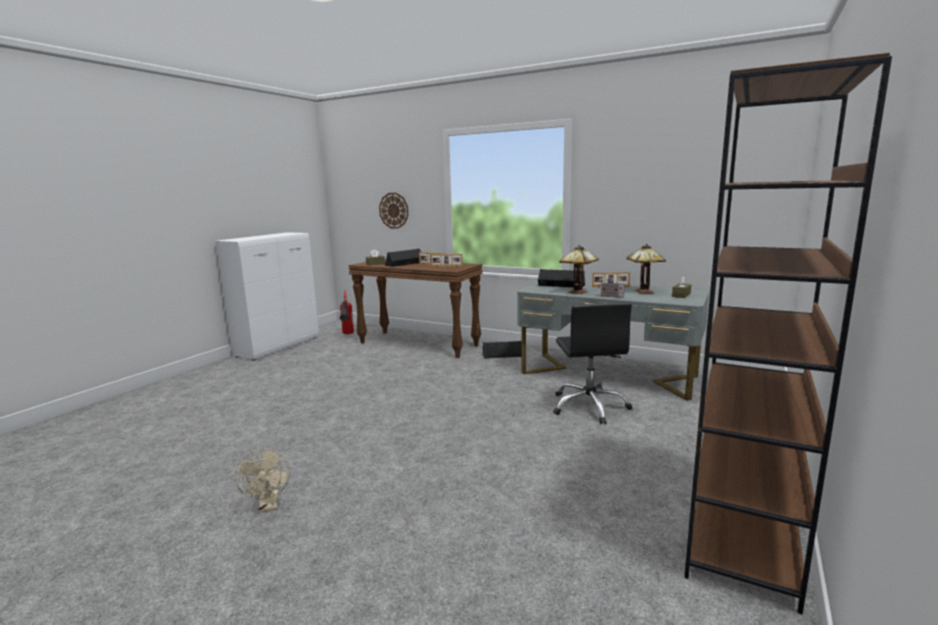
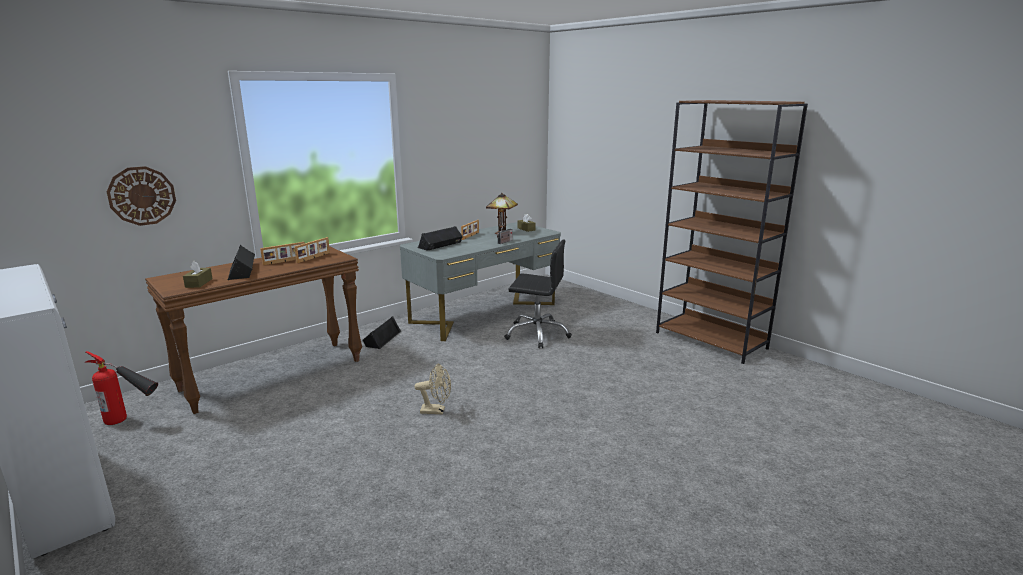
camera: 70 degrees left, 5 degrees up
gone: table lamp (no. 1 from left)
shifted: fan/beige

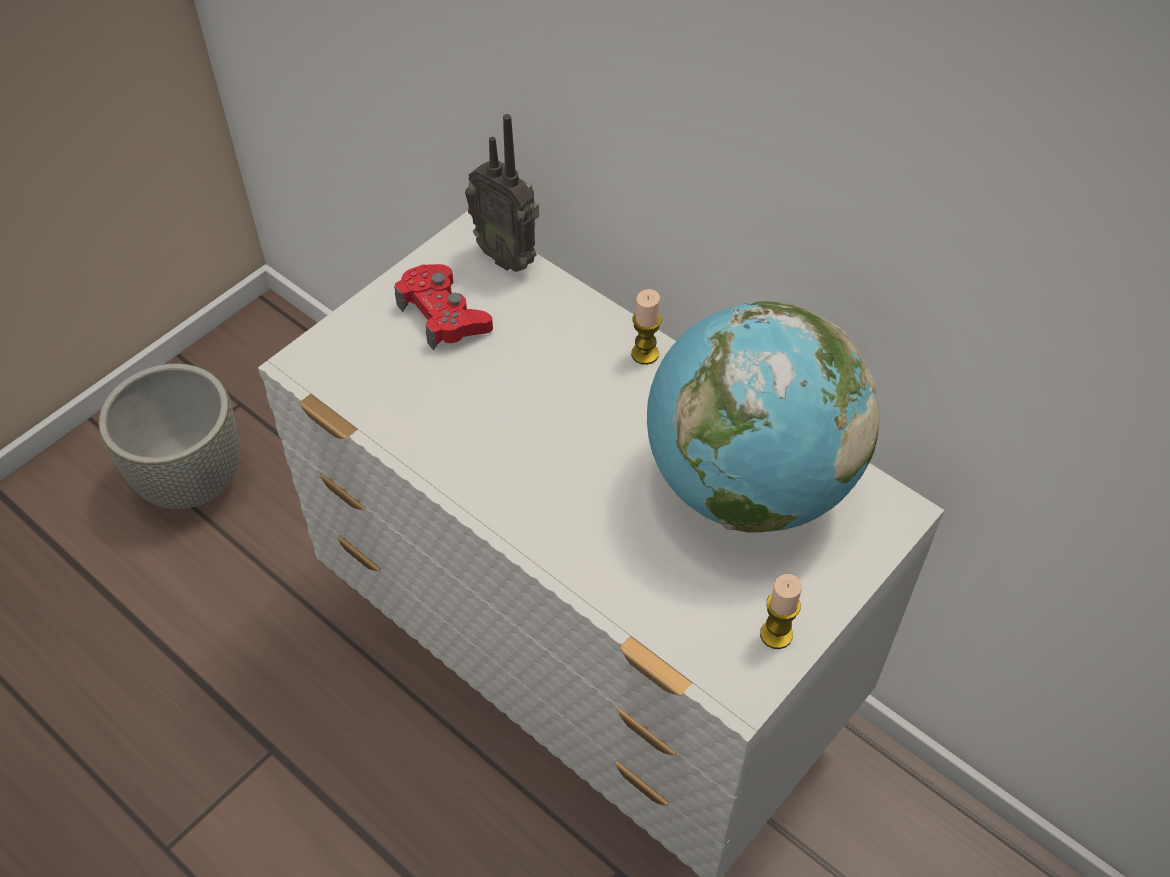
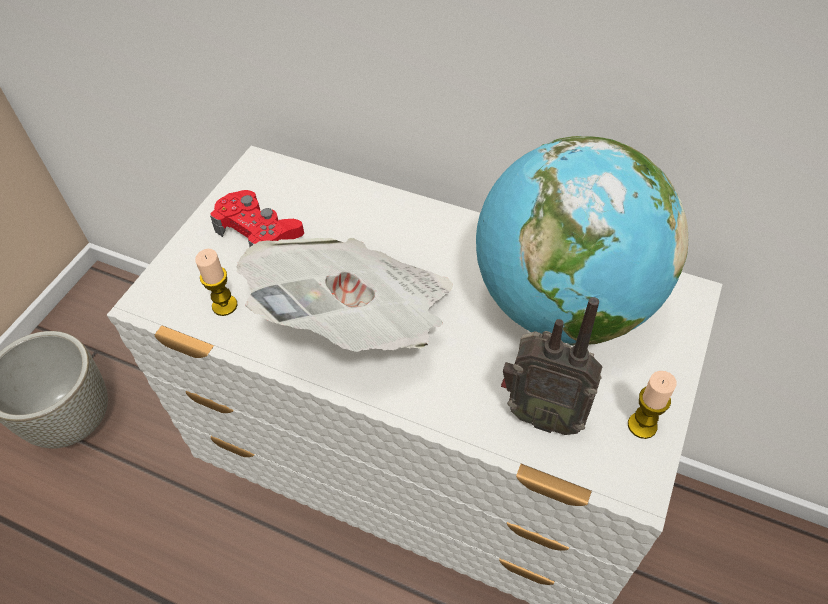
camera: 15 degrees left, 0 degrees up
new: newspaper
shifted: radio; candle (no. 1 from left)

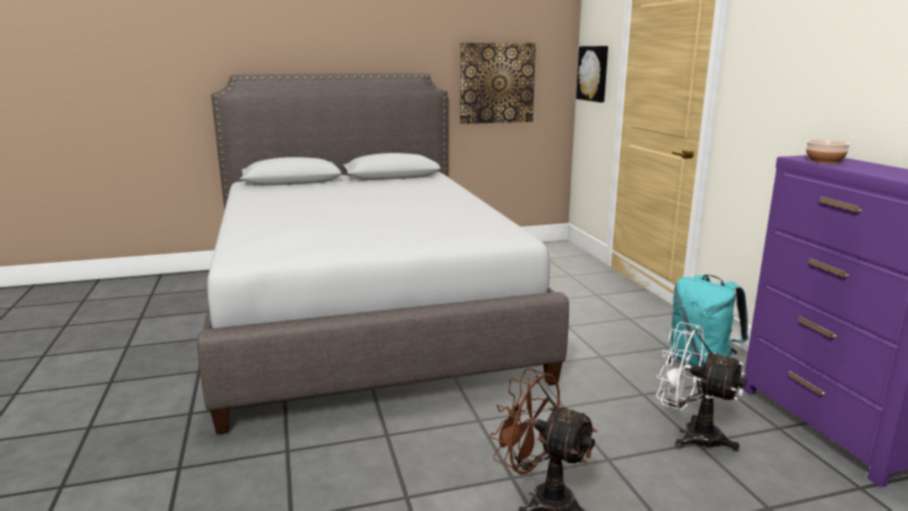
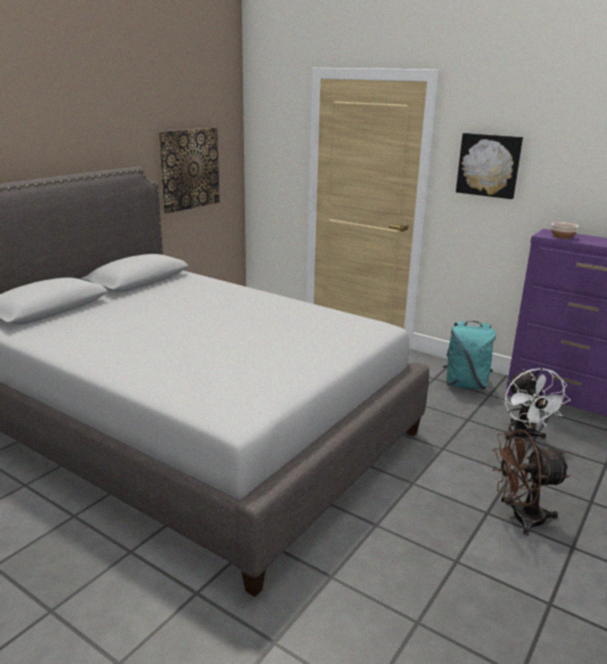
camera: 40 degrees left, 5 degrees up
shifted: picture (no. 2 from left)
rotated: fan/white 90 degrees counterclockwise

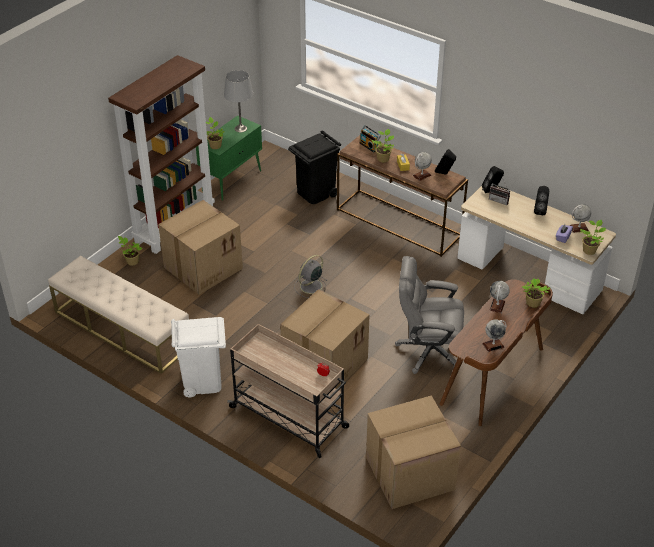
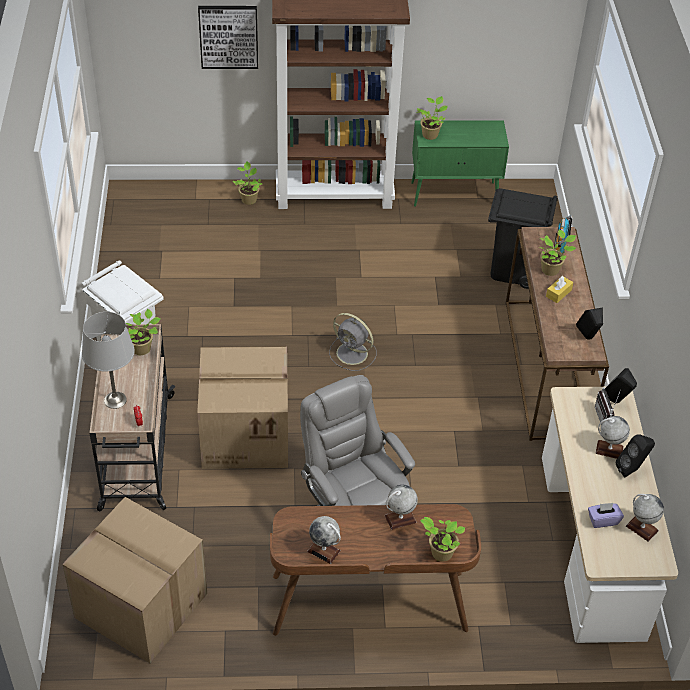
camera: 50 degrees right, 5 degrees up
gone: cardboard box (no. 1 from left); bench/beige
new: picture
shifted: table lamp/grey; globe (no. 1 from left in the first image) to globe (no. 3 from left); potted plant (no. 5 from left in the first image) to potted plant (no. 1 from left)
rotated: fan/grey 150 degrees counterclockwise

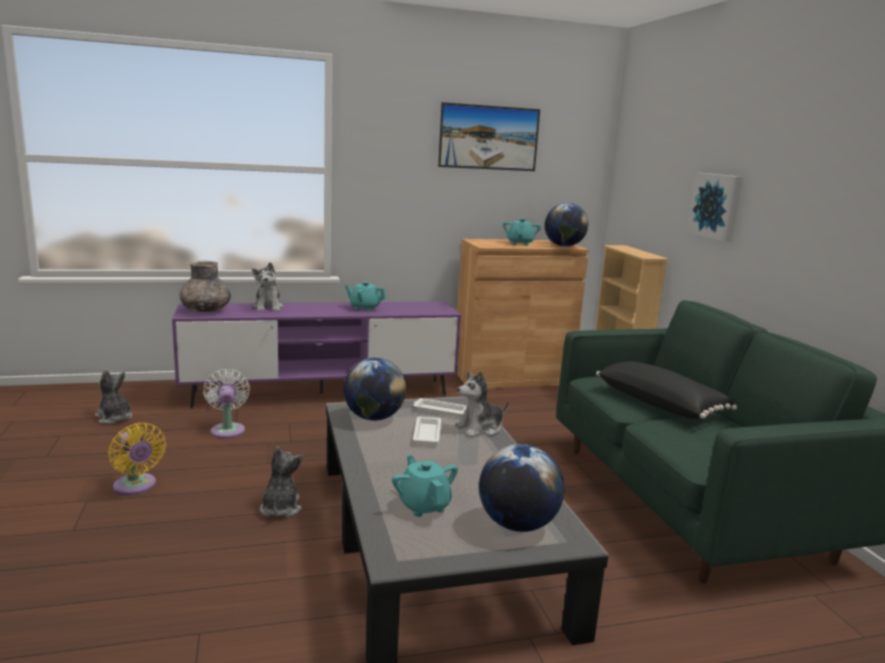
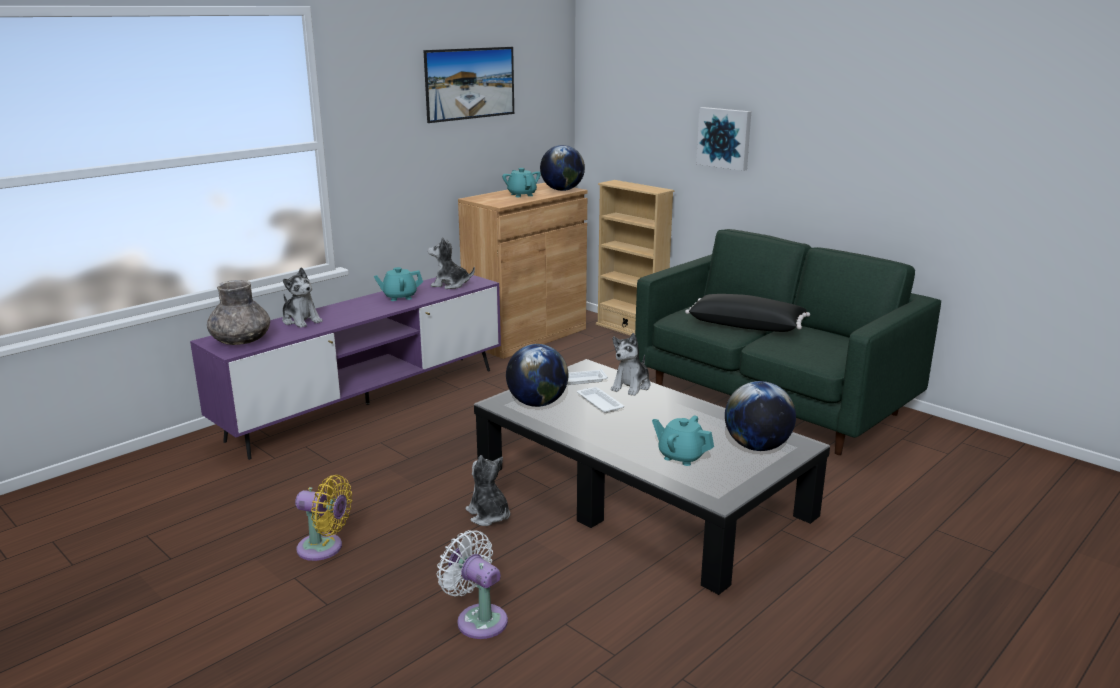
camera: 30 degrees left, 5 degrees up
shifted: plush toy (no. 1 from left in the first image) to plush toy (no. 2 from left); fan/white

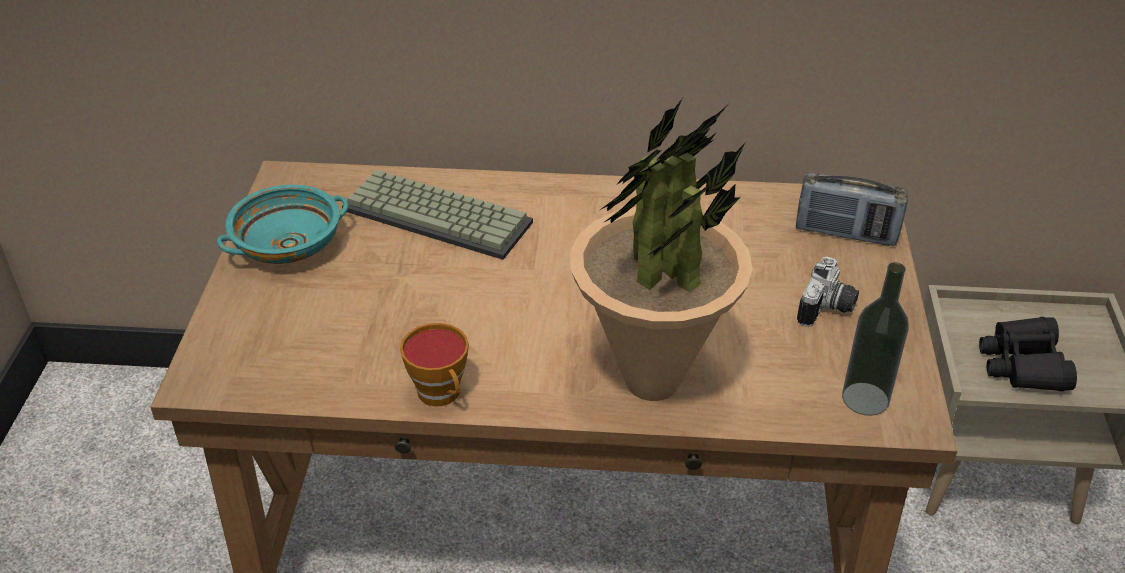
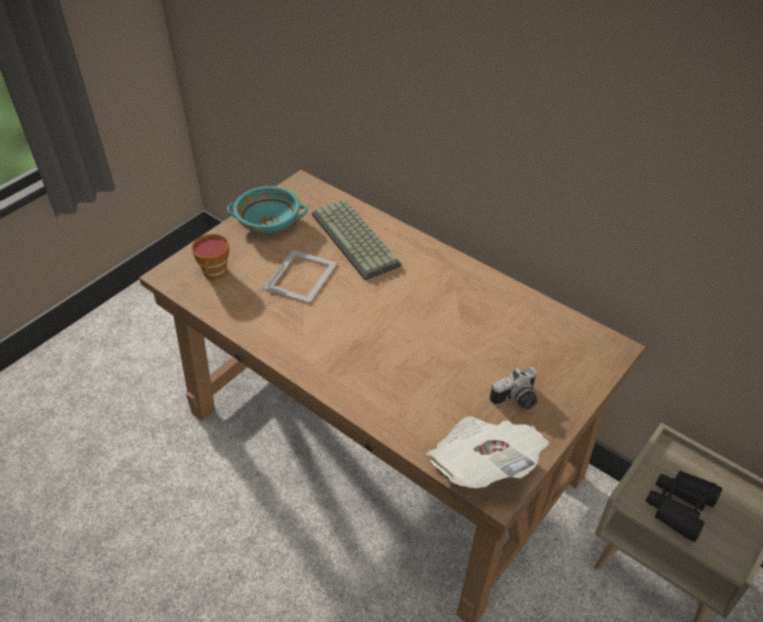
camera: 35 degrees right, 5 degrees up
gone: potted plant; radio
new: picture frame
shifted: cup
swapped: bottle to newspaper

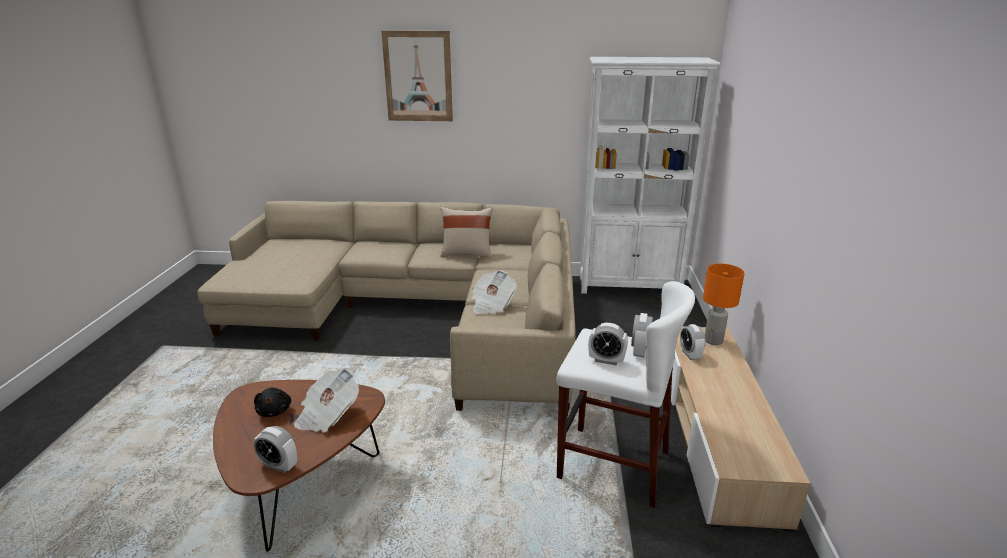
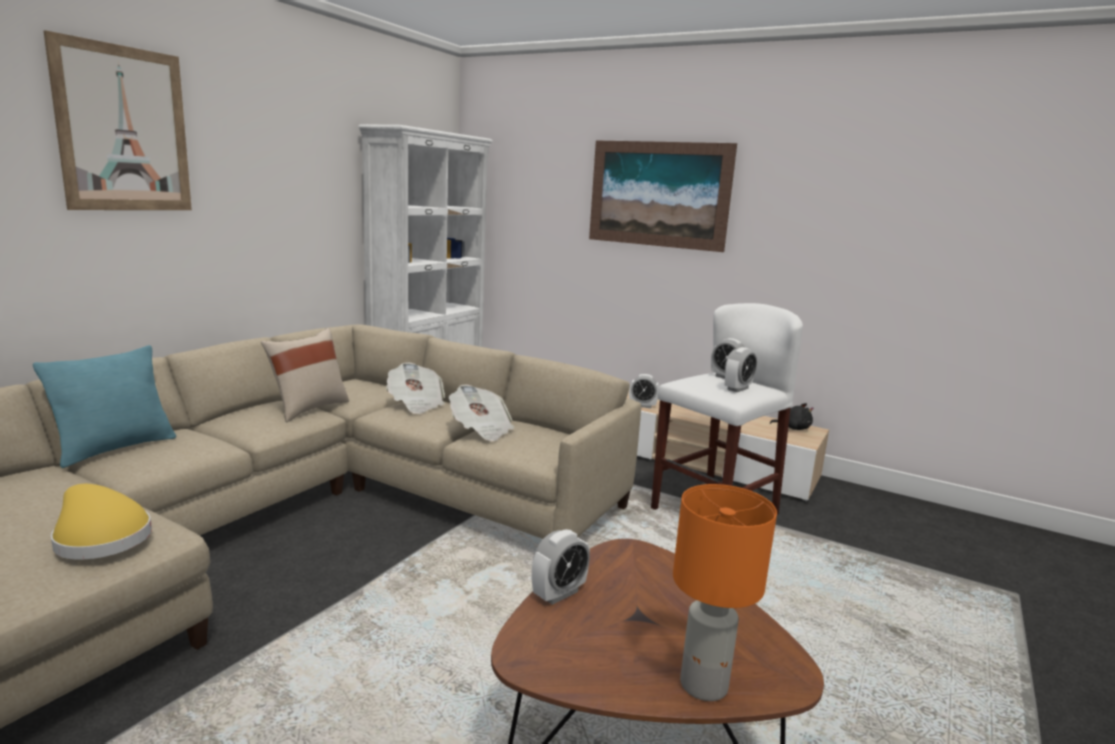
camera: 65 degrees left, 10 degrees down
new: picture (no. 2 from left); pillow/turquoise; hat/yellow
shifted: table lamp/orange; newspaper (no. 1 from left); plush toy/black; alarm clock (no. 1 from left)

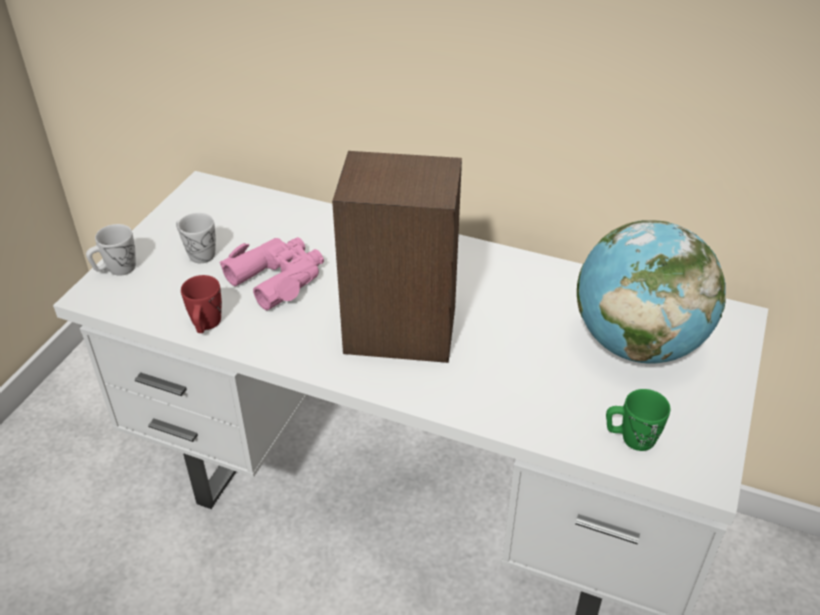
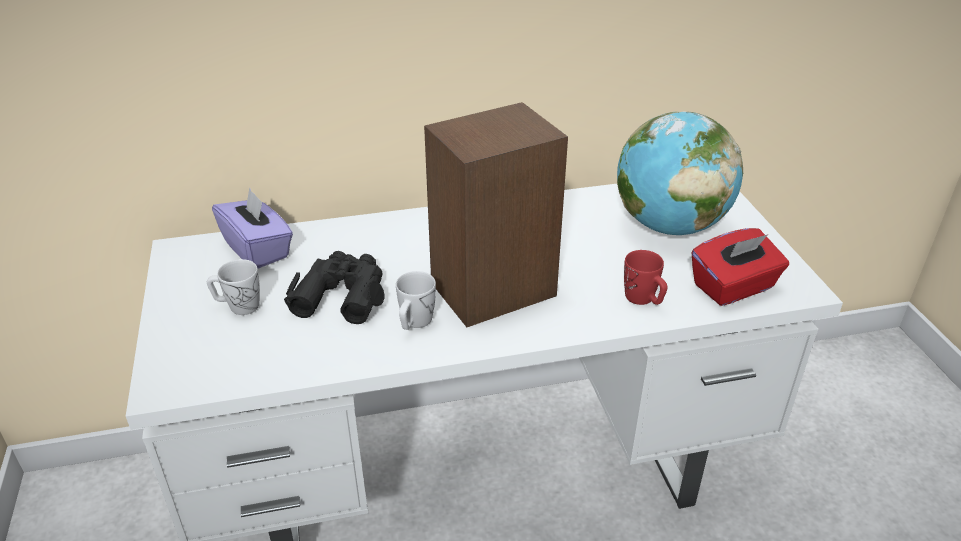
camera: 35 degrees left, 5 degrees down
new: tissue box/purple
shifted: mug/white (no. 1 from left in the first image) to mug/white (no. 2 from left); mug/red
swapped: mug/green to tissue box/red
repainted: binoculars/pink to binoculars/black

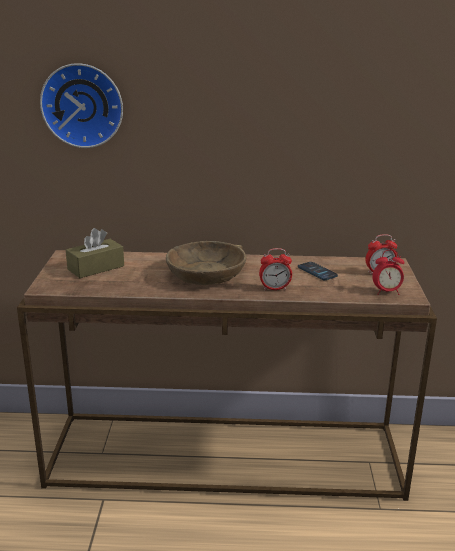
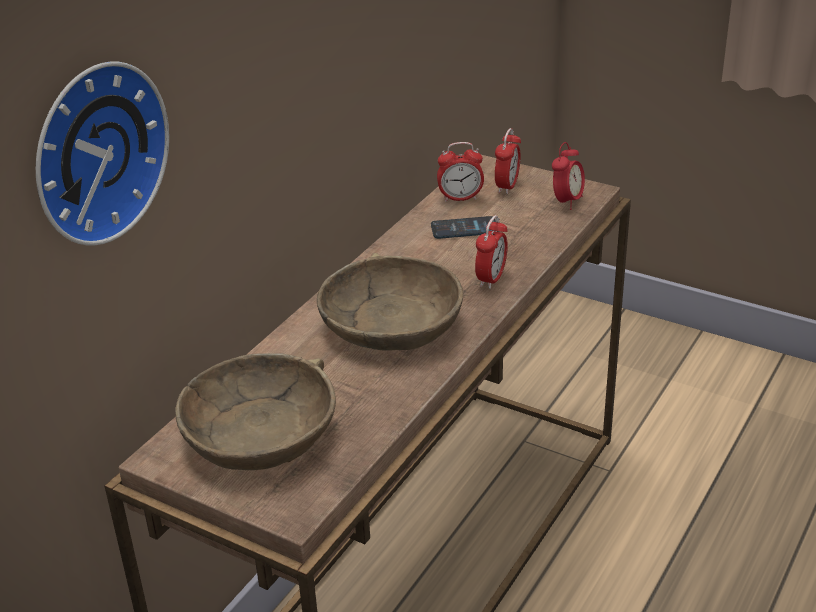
camera: 60 degrees left, 10 degrees up
new: alarm clock (no. 1 from left)
swapped: tissue box/brown to bowl/brown (no. 1 from left)

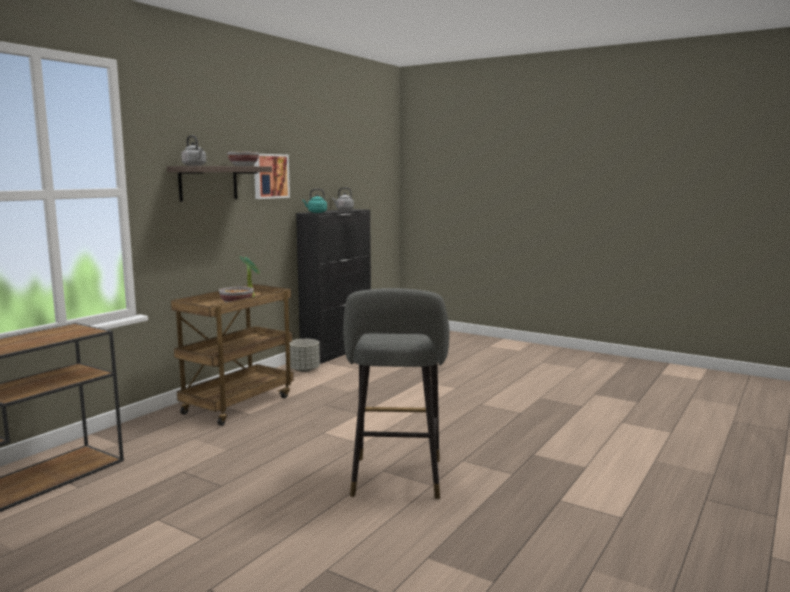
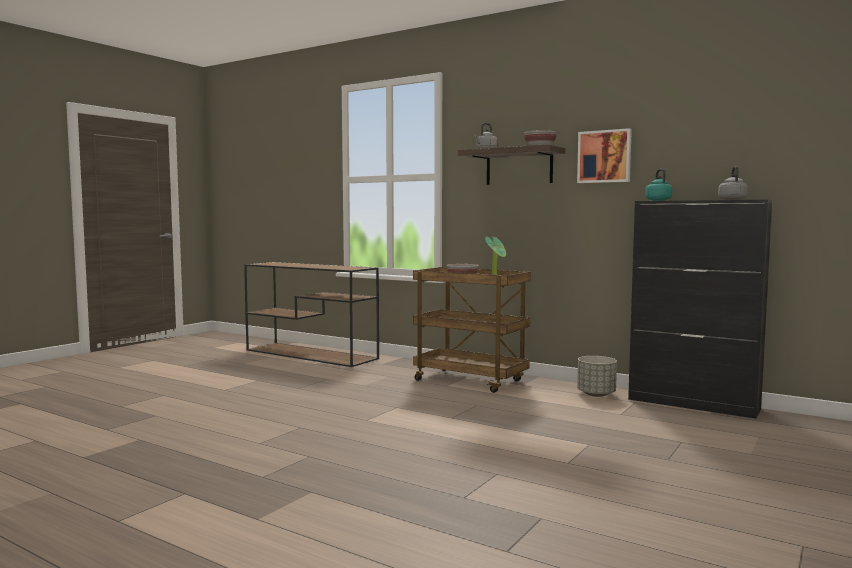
camera: 90 degrees right, 5 degrees down
gone: stool/grey

